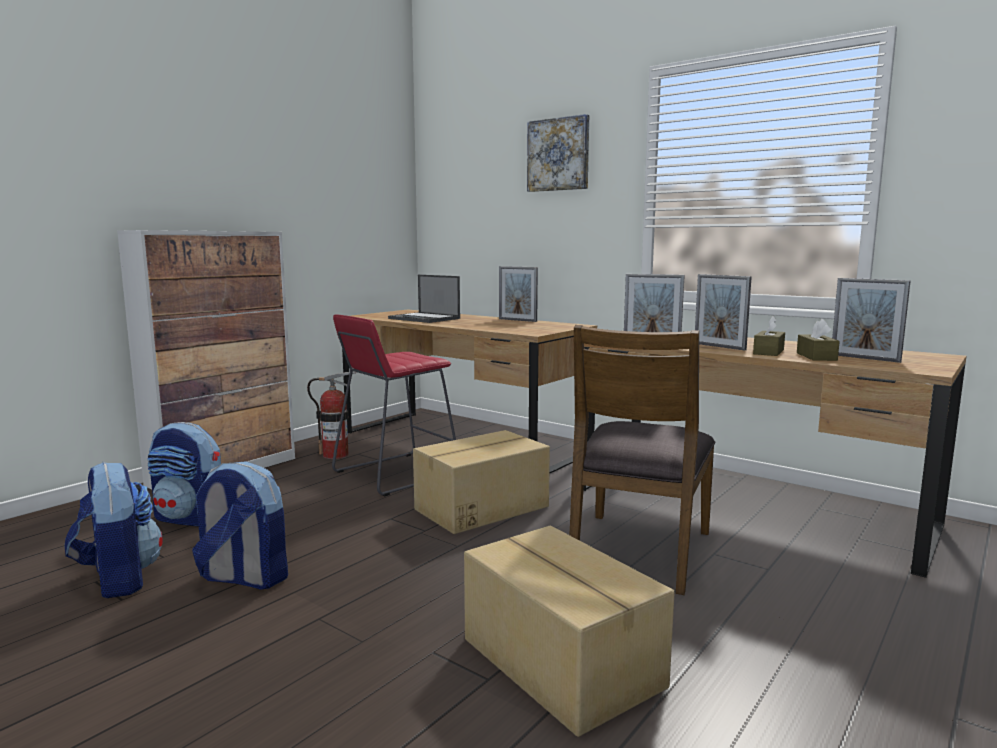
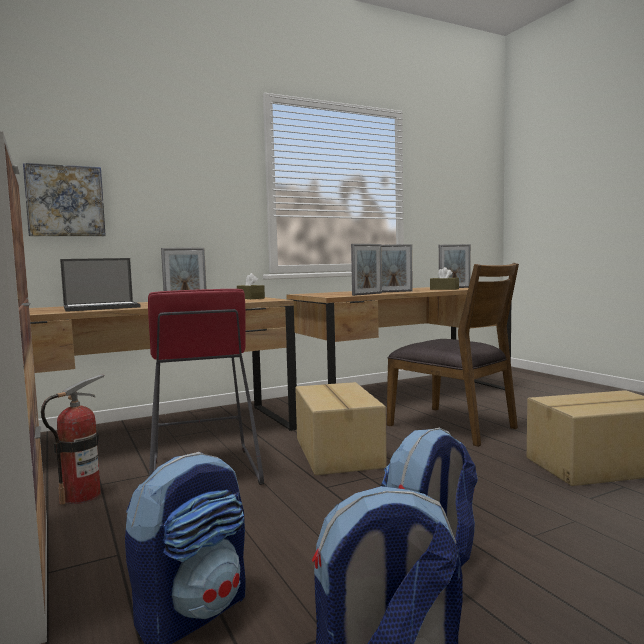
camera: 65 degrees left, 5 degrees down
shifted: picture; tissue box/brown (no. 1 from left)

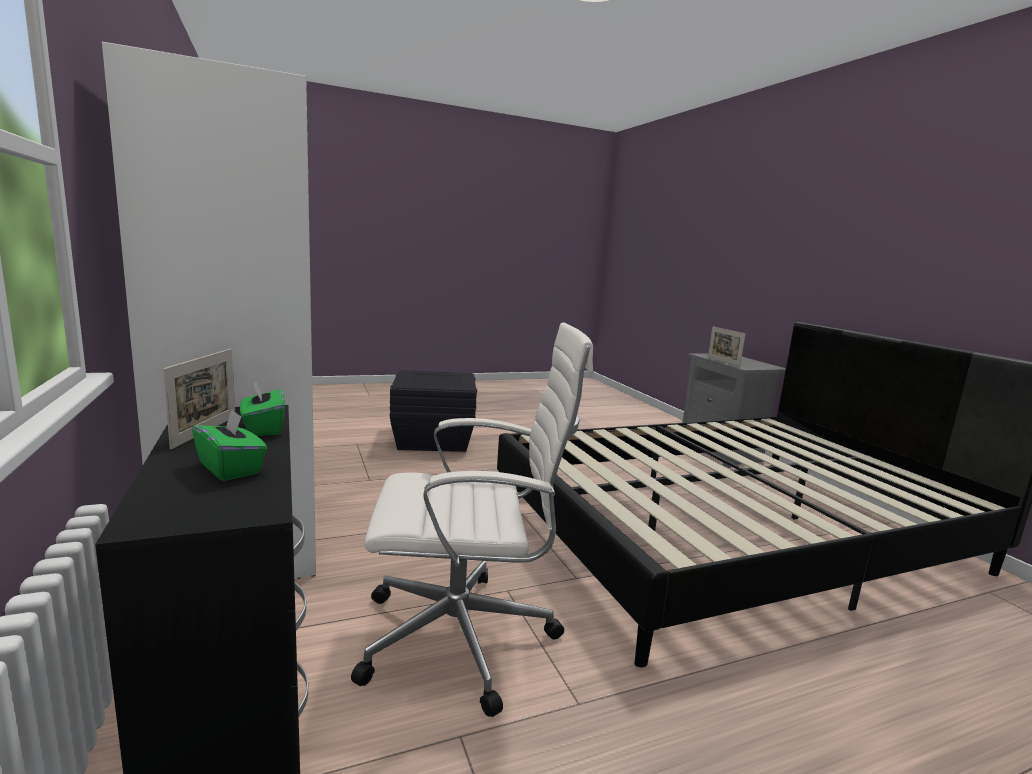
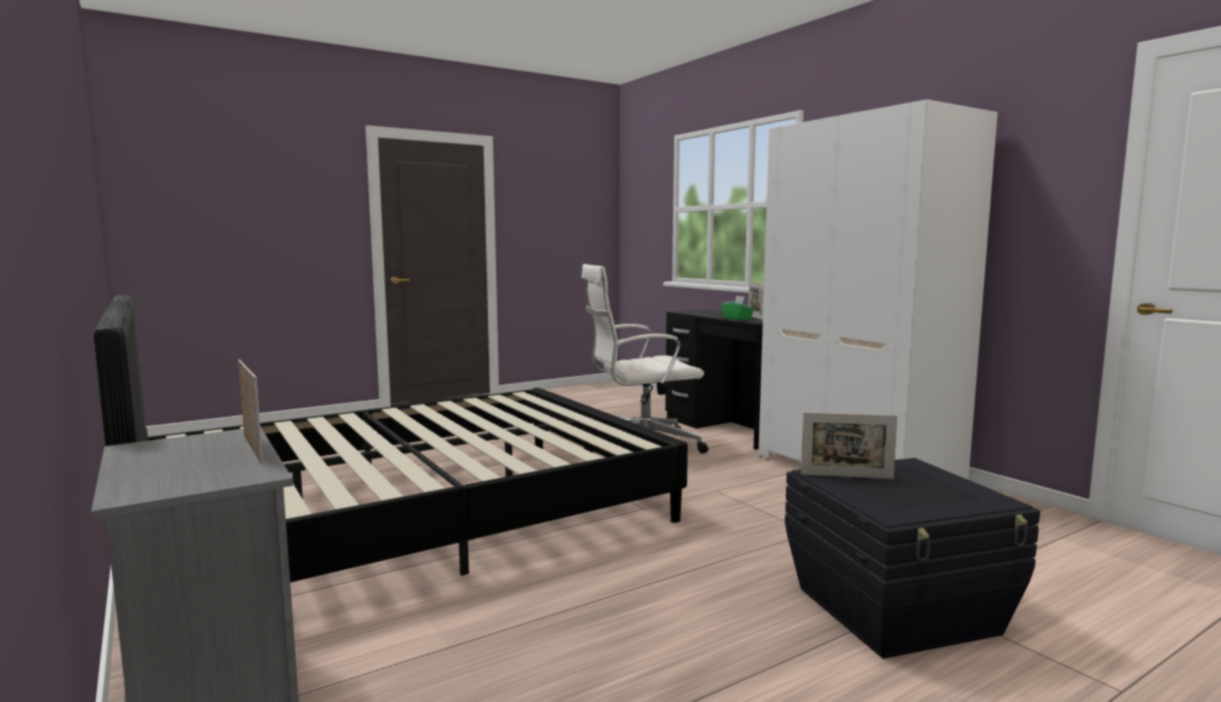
camera: 170 degrees right, 5 degrees down
gone: tissue box/green (no. 1 from left)
new: picture frame (no. 3 from left)

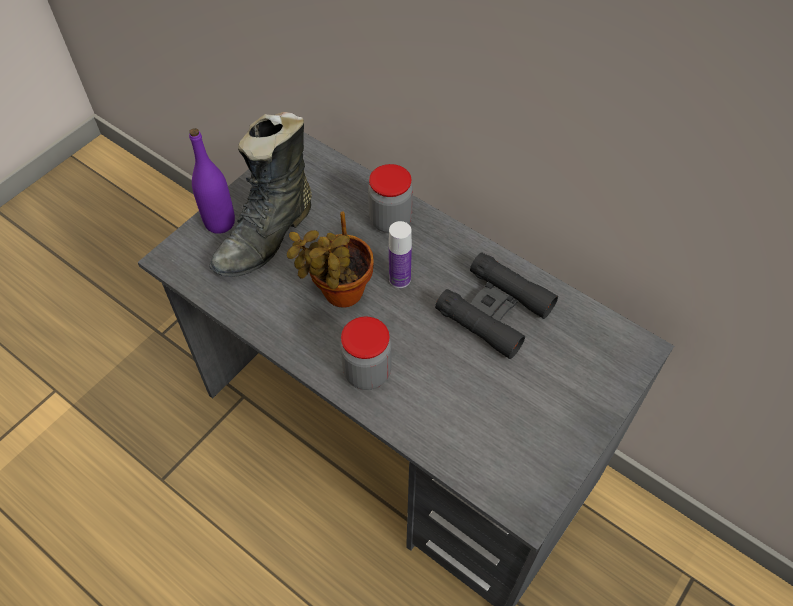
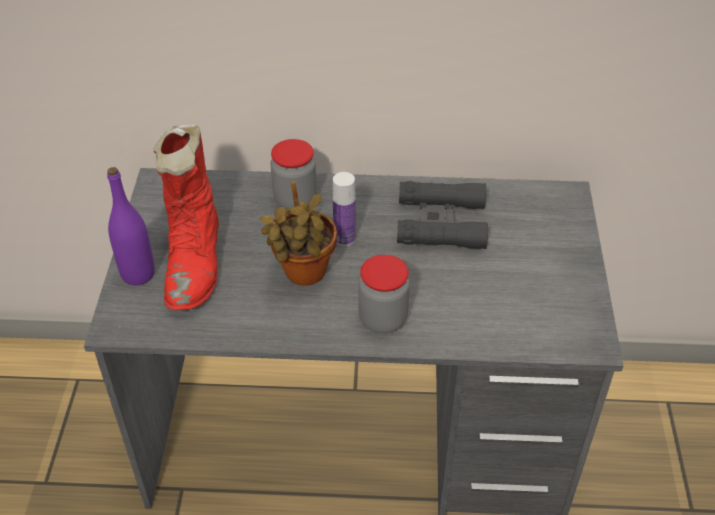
camera: 35 degrees left, 10 degrees down
repainted: boot/black to boot/red

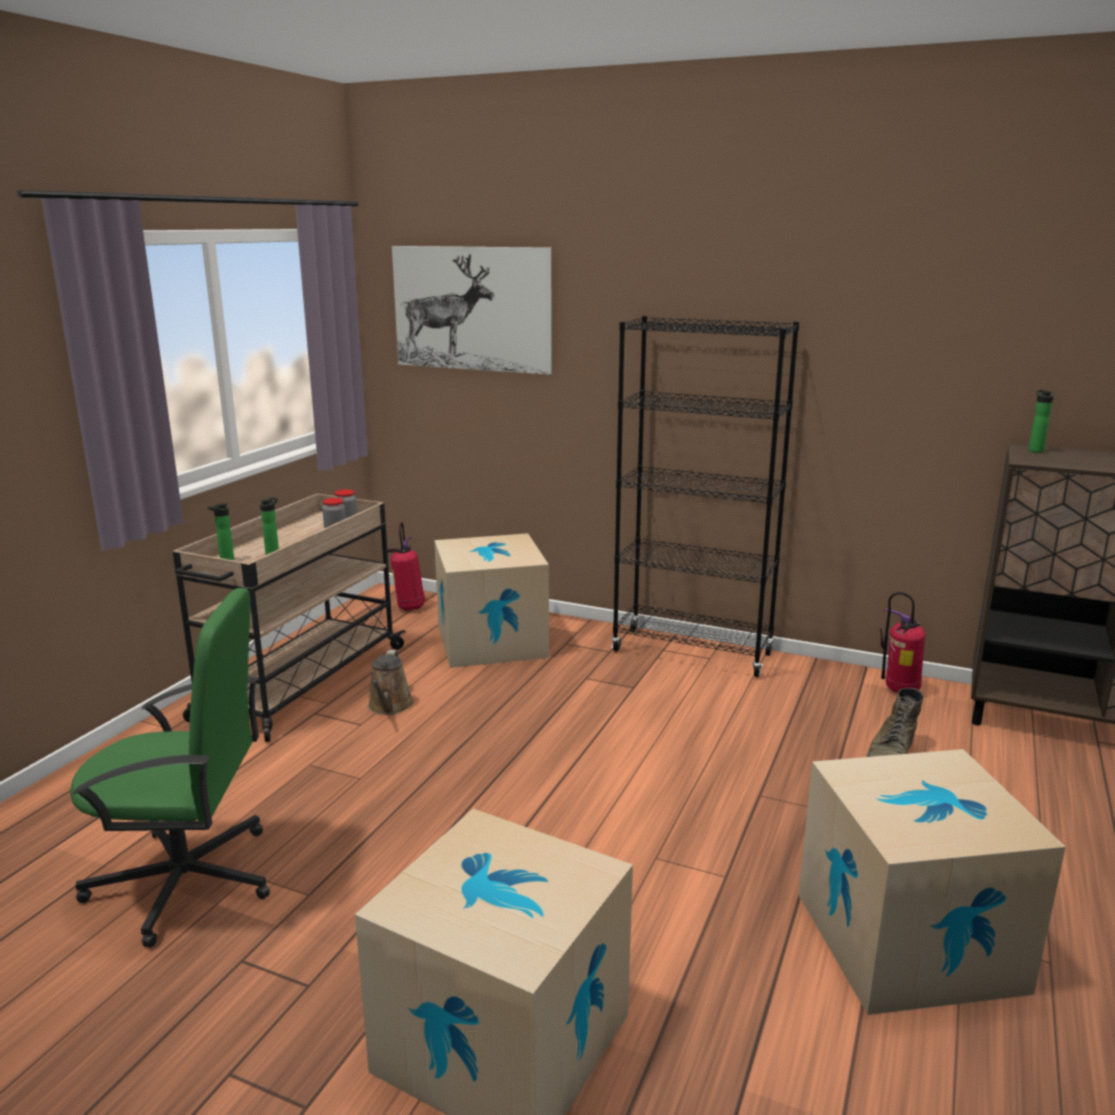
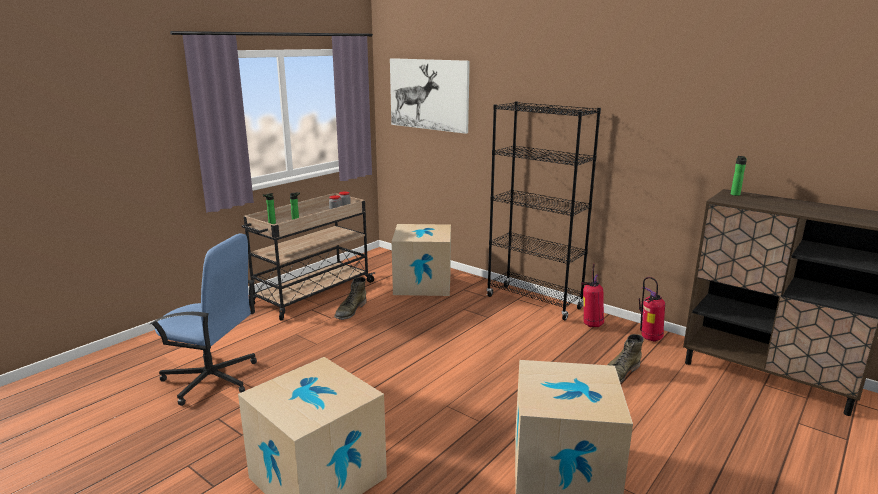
camera: 15 degrees right, 0 degrees up
shifted: fire extinguisher (no. 1 from left)
swapped: watering can/brown to boot/green (no. 1 from left)
repainted: office chair/green to office chair/blue

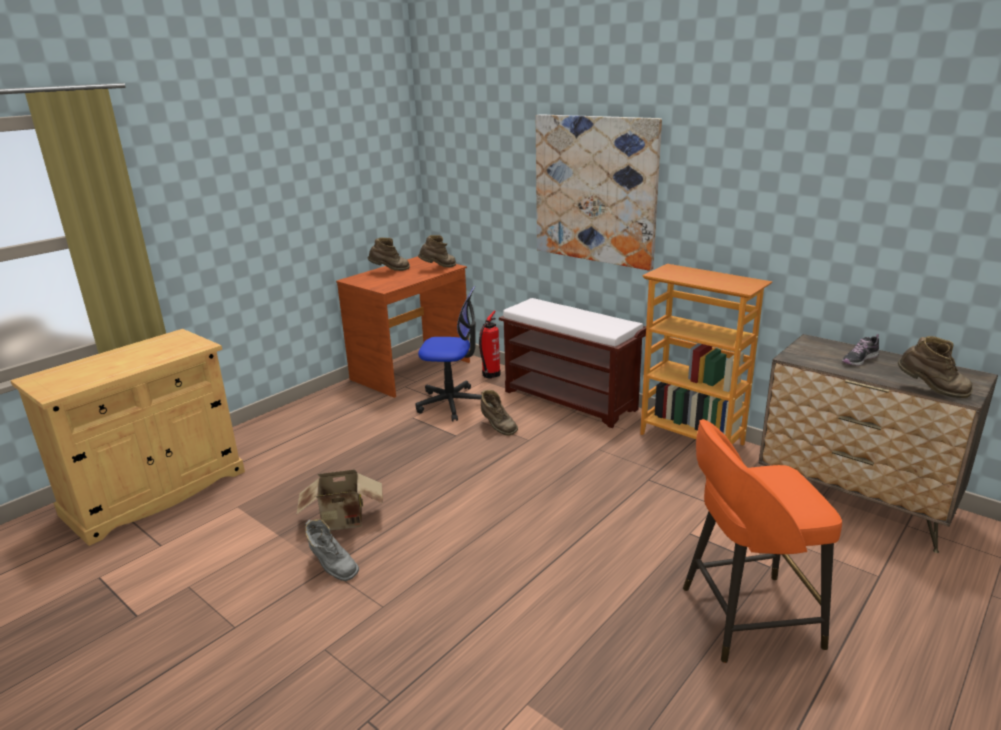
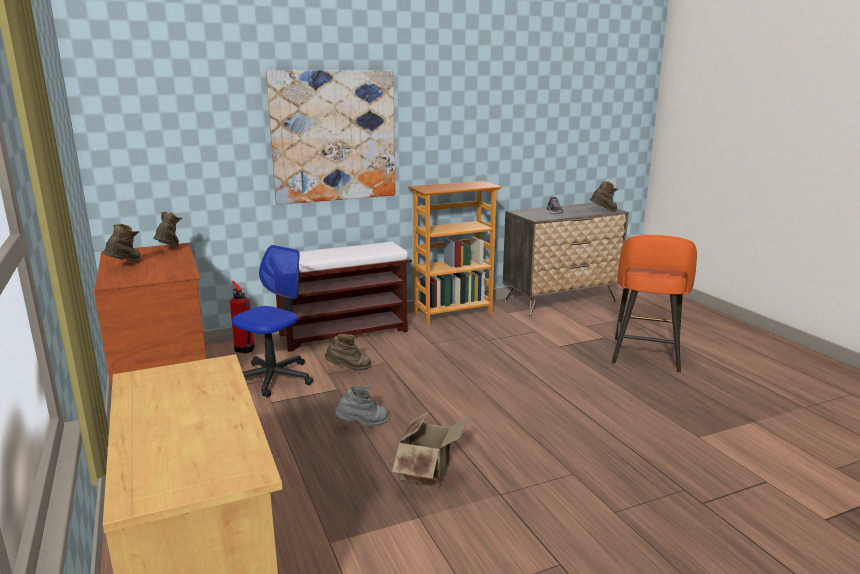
camera: 65 degrees left, 5 degrees down
shifted: boot/grey

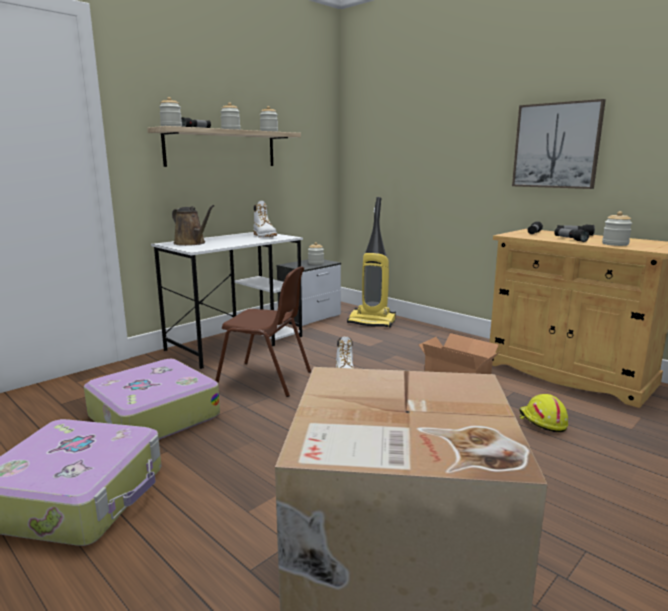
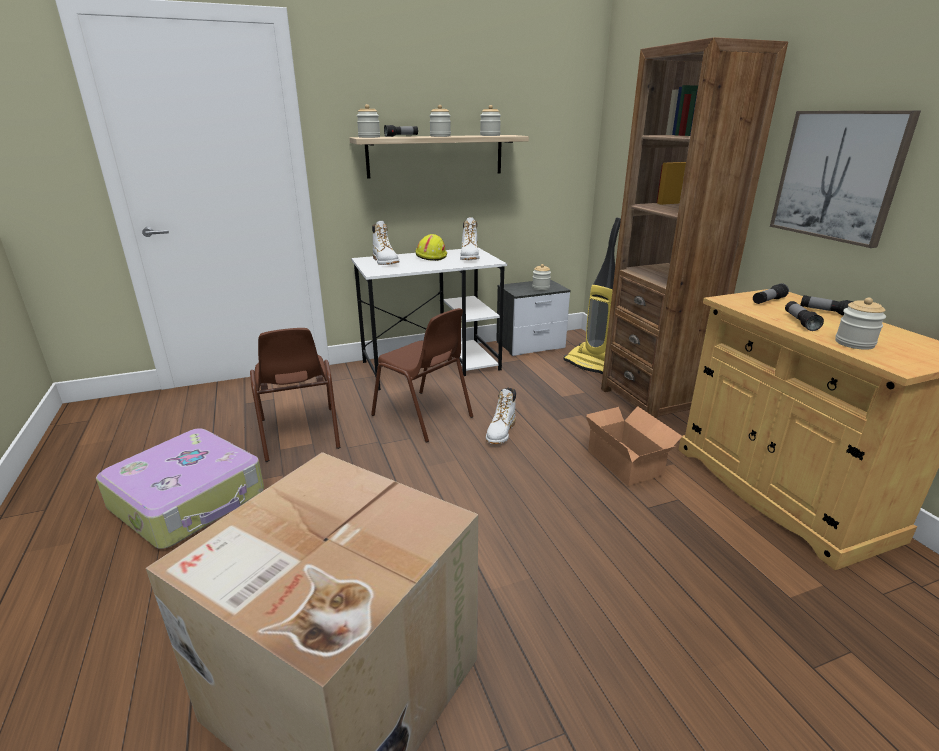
camera: 25 degrees right, 10 degrees up
new: bookcase/brown
shifted: hard hat/yellow
swapped: watering can/brown to boot/white (no. 1 from left); suitcase (no. 2 from left) to chair/brown (no. 1 from left)

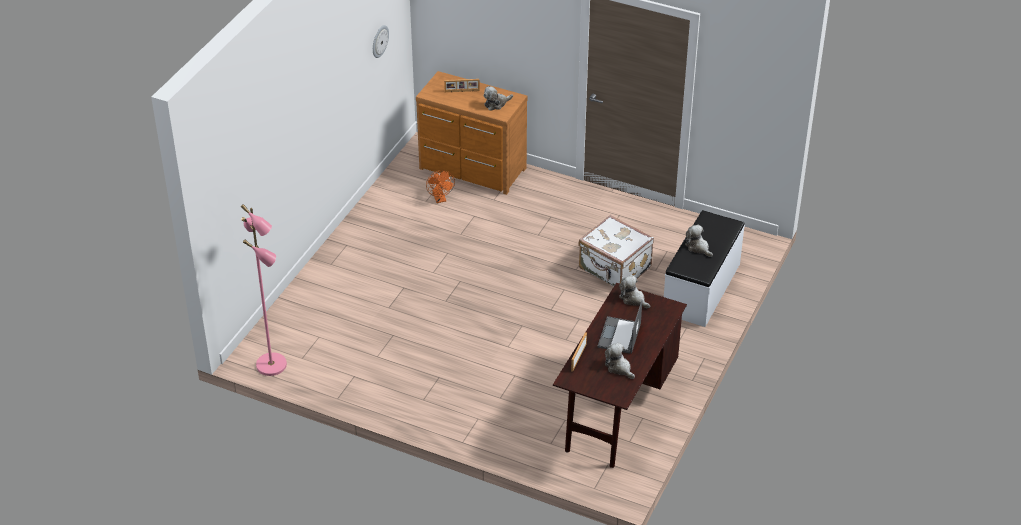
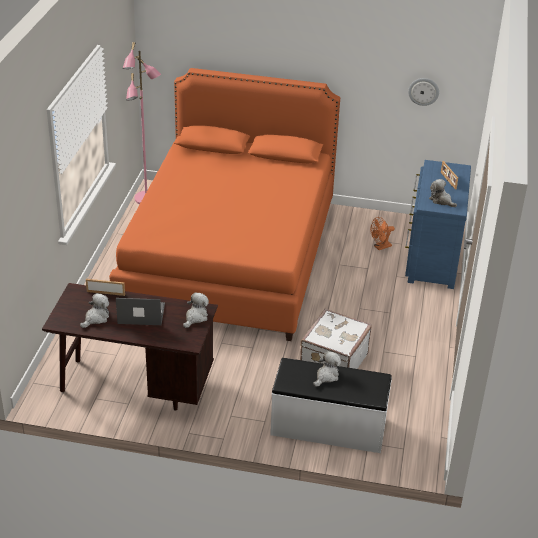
camera: 75 degrees right, 5 degrees down
new: bed/orange
repainted: dresser/brown to dresser/blue

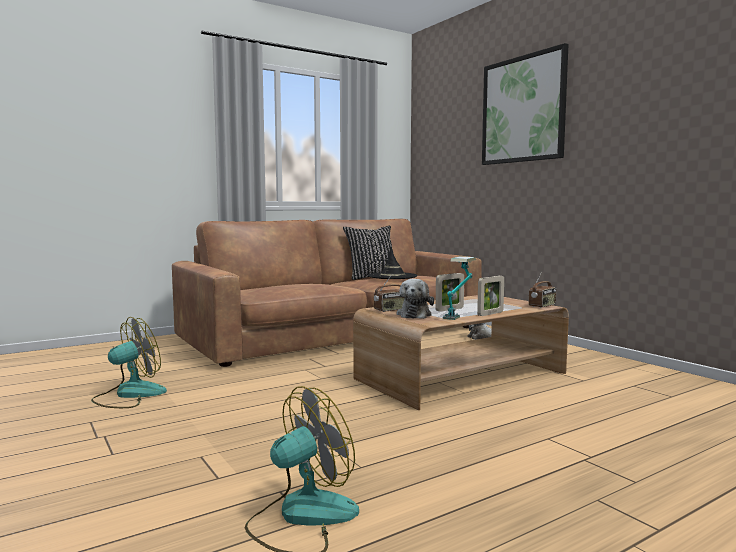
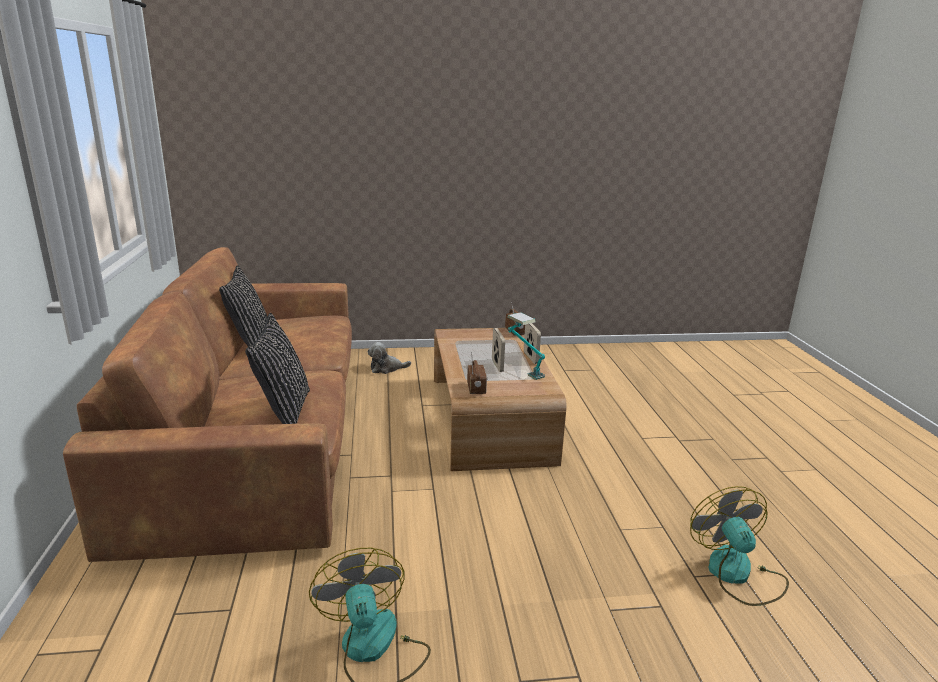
camera: 65 degrees left, 15 degrees up
gone: picture; hat/black; plush toy (no. 1 from left)
new: pillow/black (no. 2 from left)

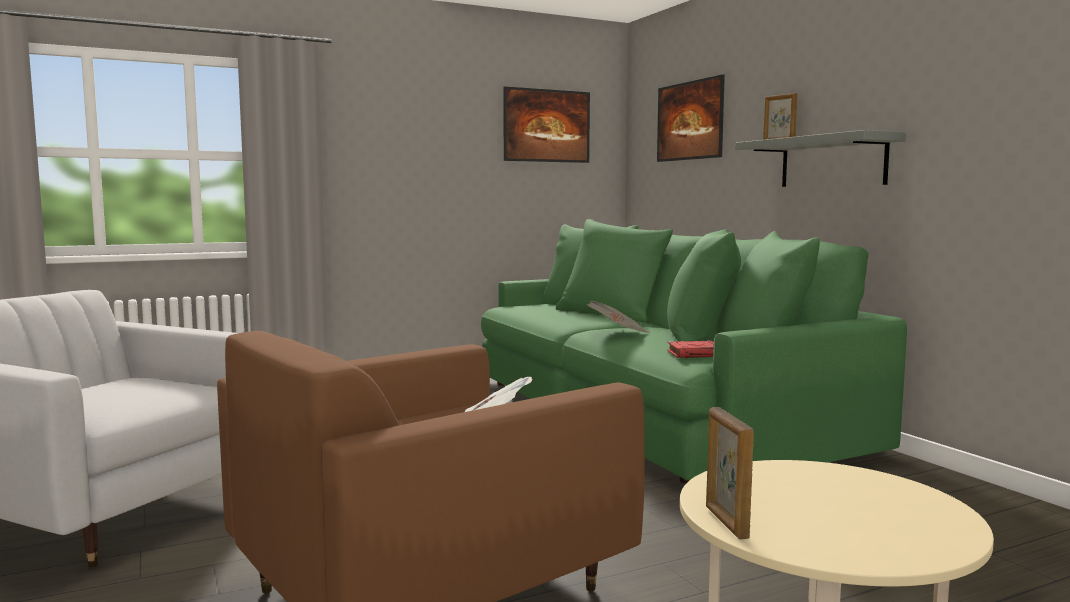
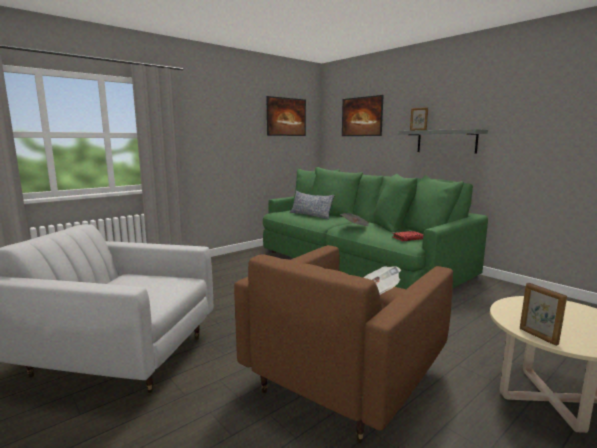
camera: 15 degrees left, 5 degrees up
new: pillow

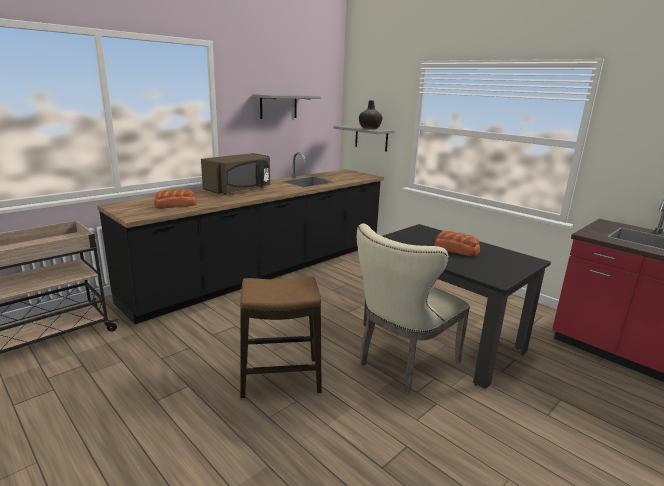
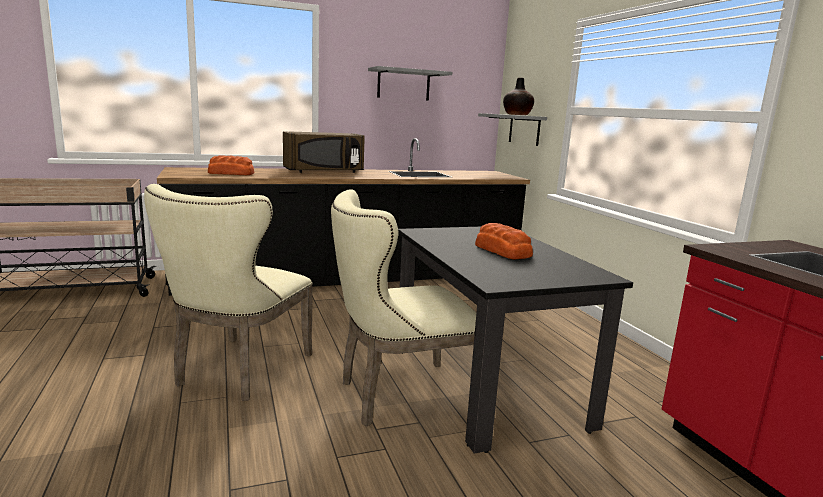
camera: 25 degrees right, 5 degrees down
swapped: stool to chair/beige (no. 1 from left)

